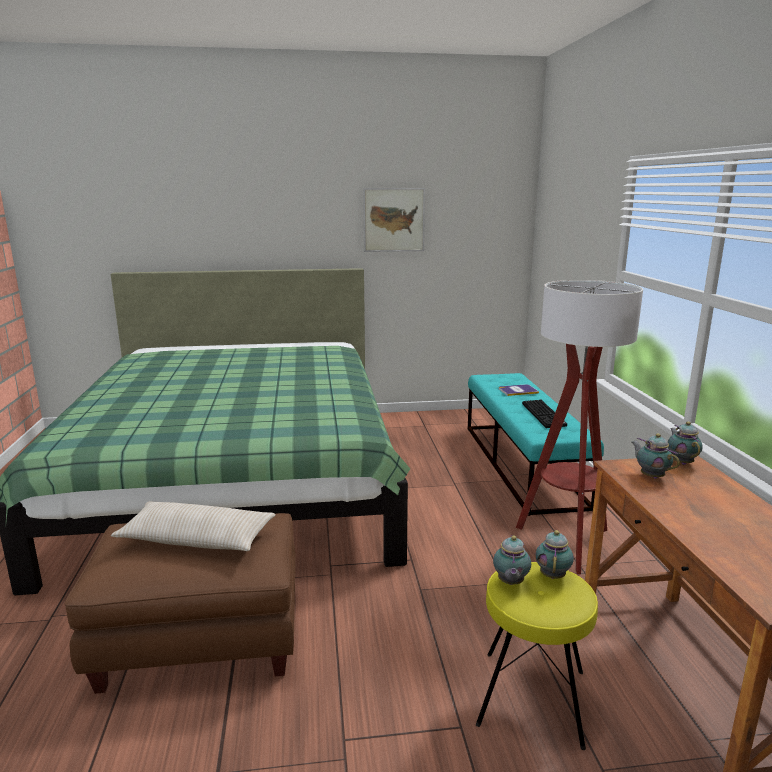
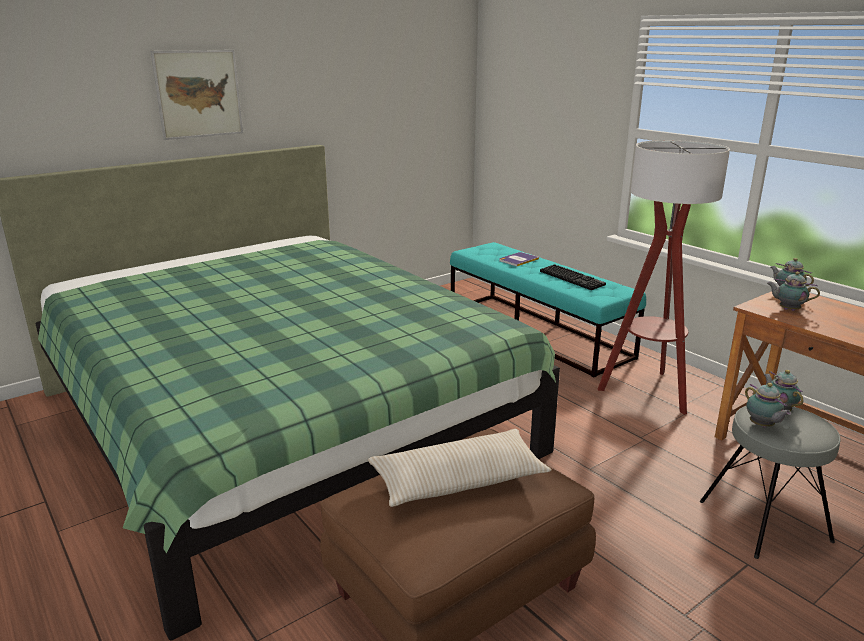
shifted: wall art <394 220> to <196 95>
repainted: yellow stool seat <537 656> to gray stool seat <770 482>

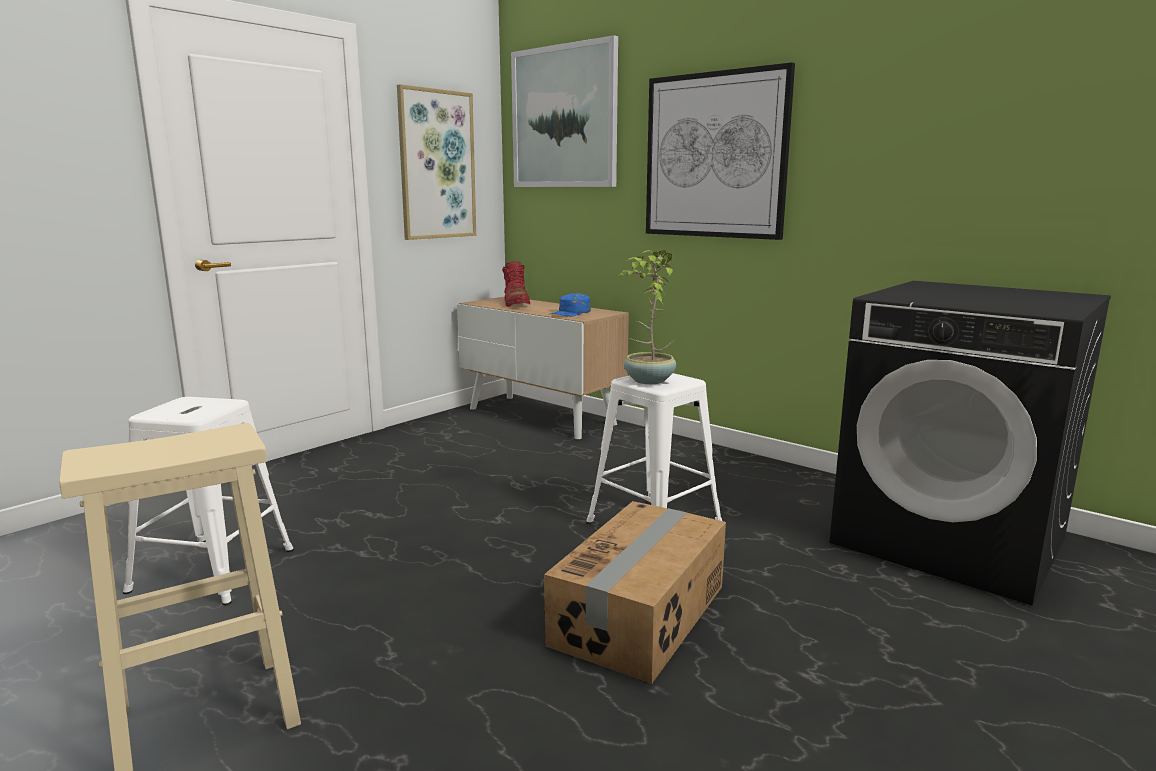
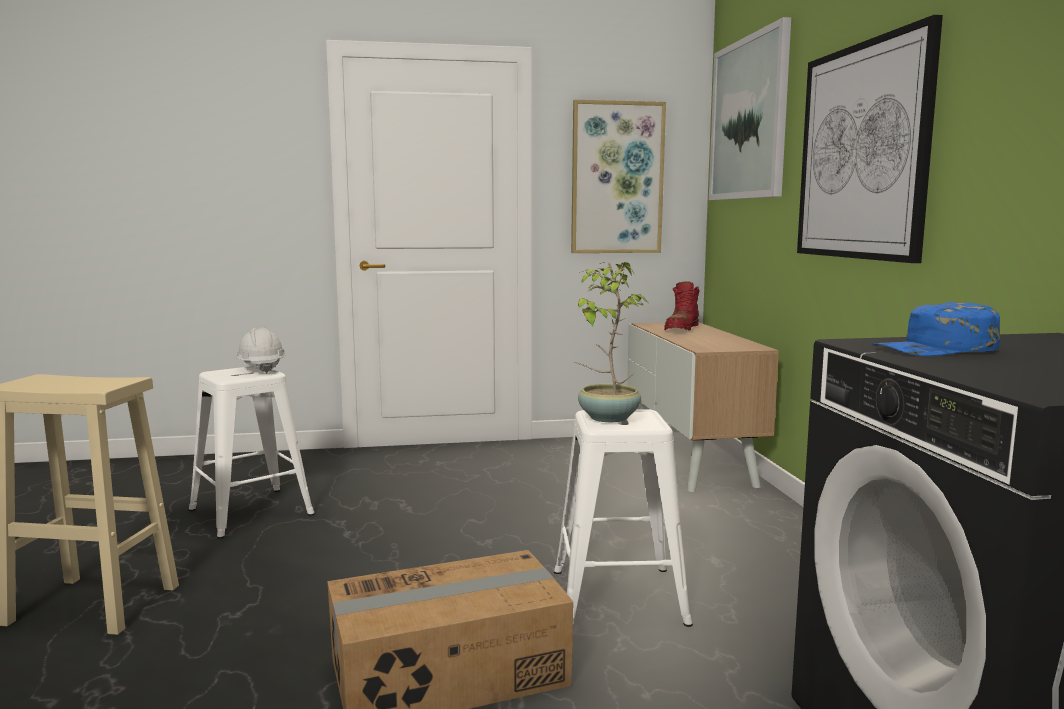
new: white hard hat <261 350>
shifted: blue baseball cap <571 305> to <936 329>

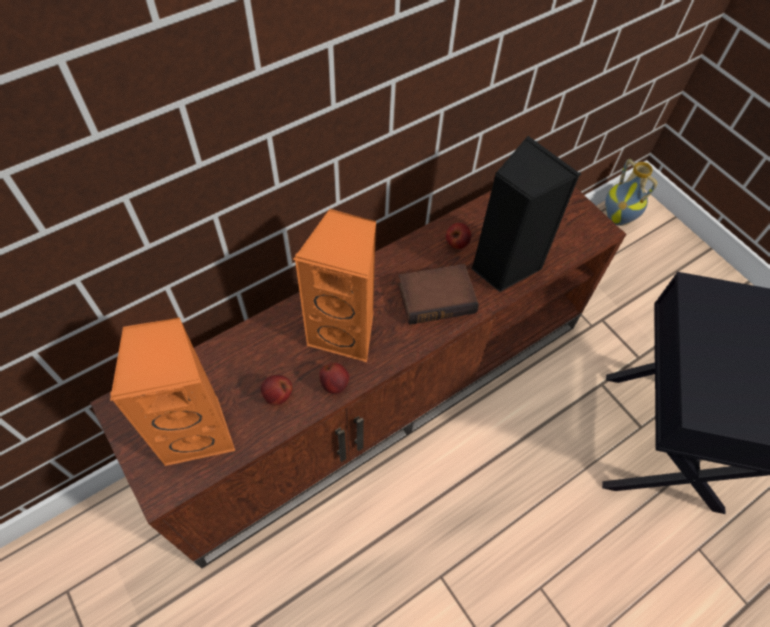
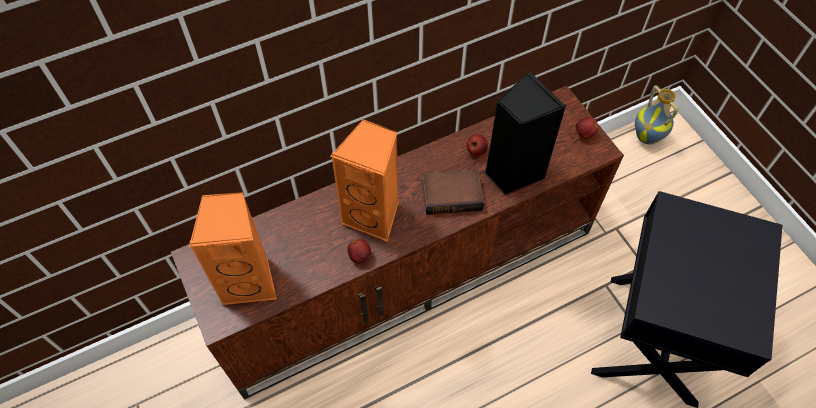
shifted: apple <276 390> to <587 128>

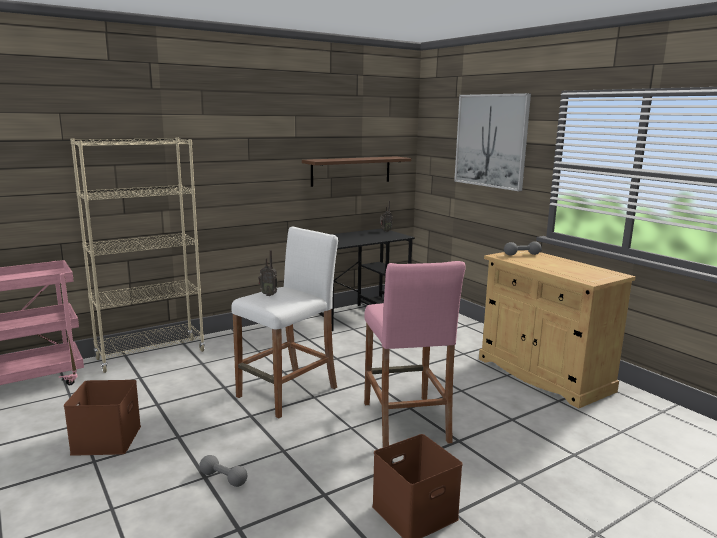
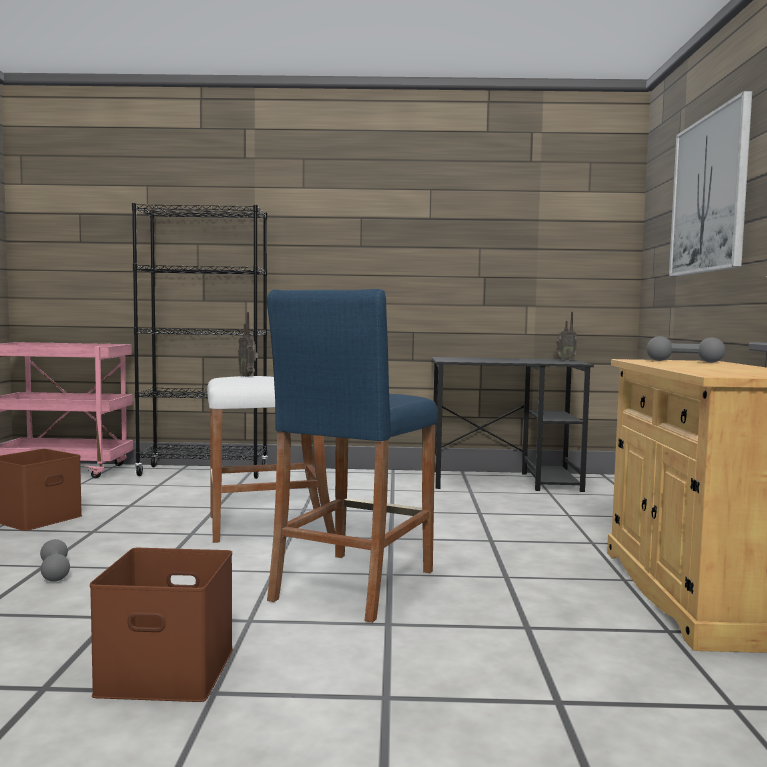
gone: brownish wall shelf <356 171>
repainted: beige bookshelf <137 255> to black-coloured bookshelf <200 341>; pinkish stool seat <414 354> to blue stool seat <352 456>

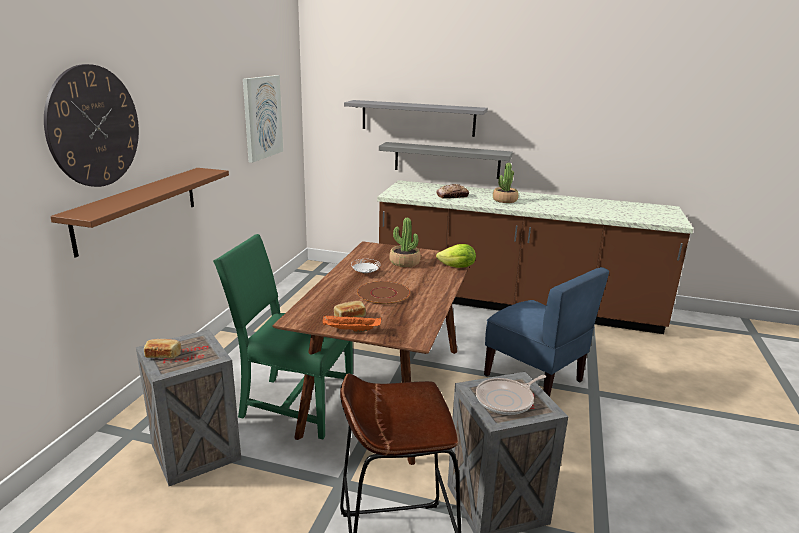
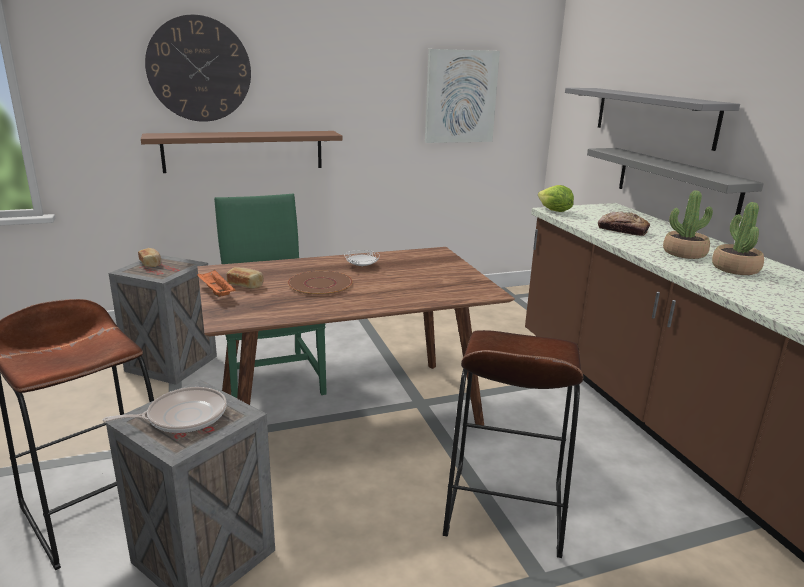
shifted: head of lettuce <456 256> to <556 198>; plant in a pot <405 242> to <738 238>
swapped: blue upright chair <546 332> to brownish stool seat <513 444>
rotated: pan <511 395> = <165 410> 135 degrees clockwise

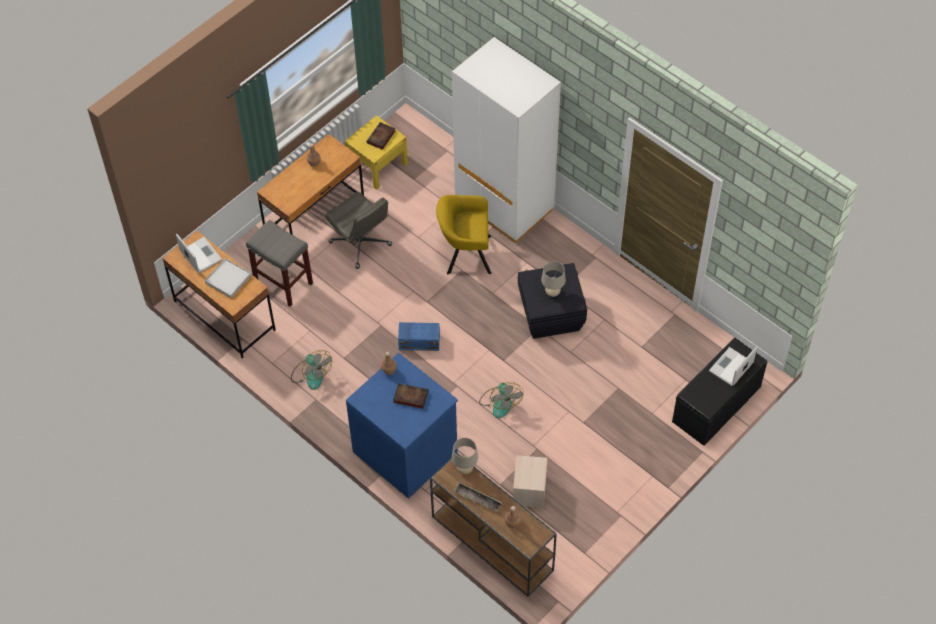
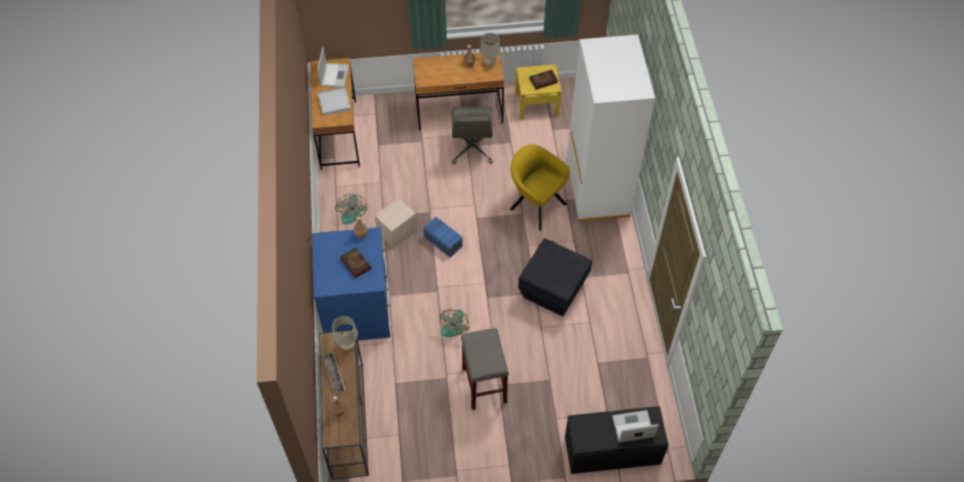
shifted: beige storage container <530 481> to <396 223>; gray stool seat <279 263> to <485 369>; beige tabletop lamp <553 279> to <490 50>

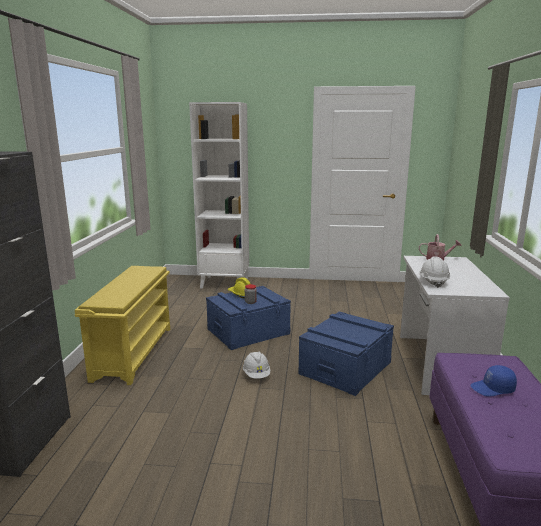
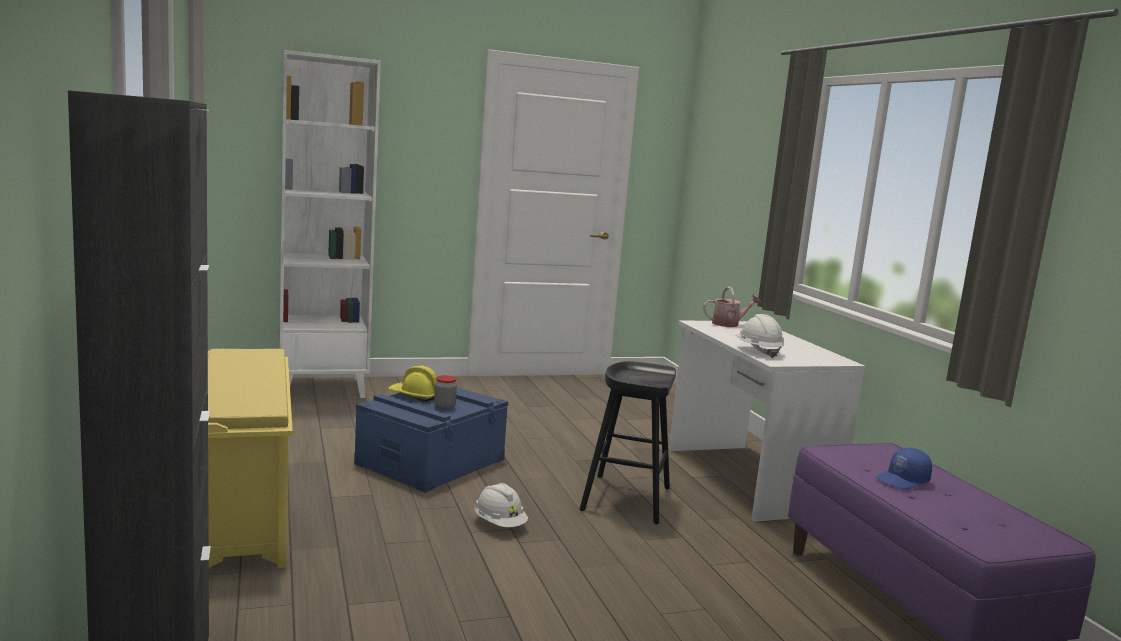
swapped: blue storage container <346 353> to black-coloured stool seat <628 442>

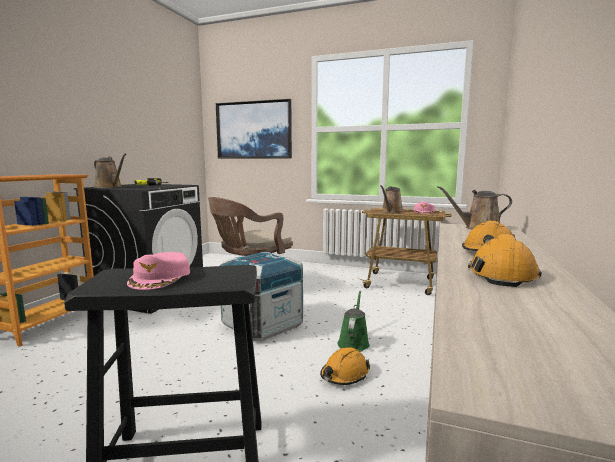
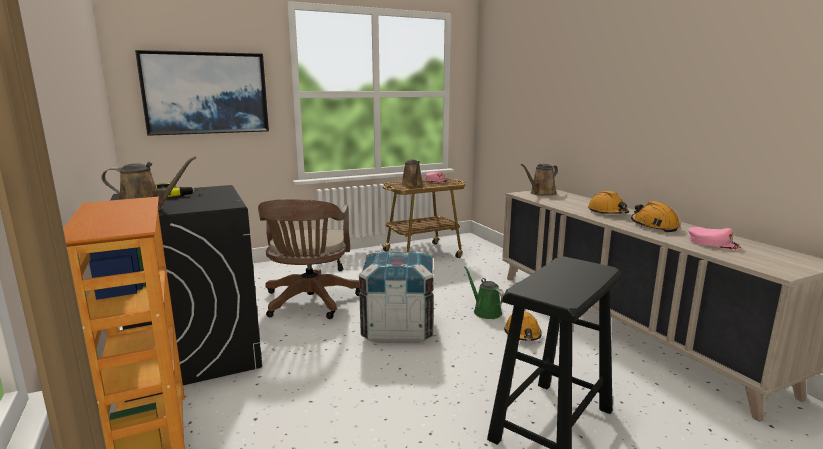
shifted: pinkish baseball cap <158 271> to <714 238>

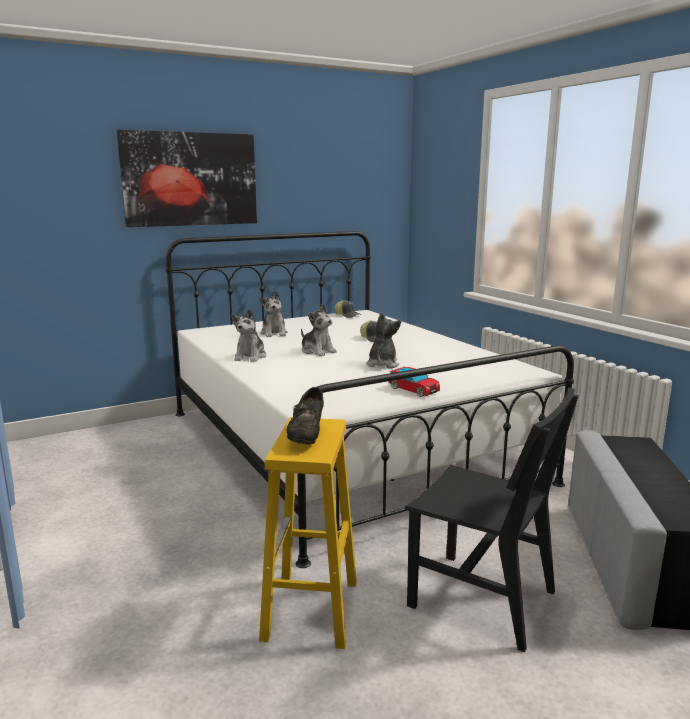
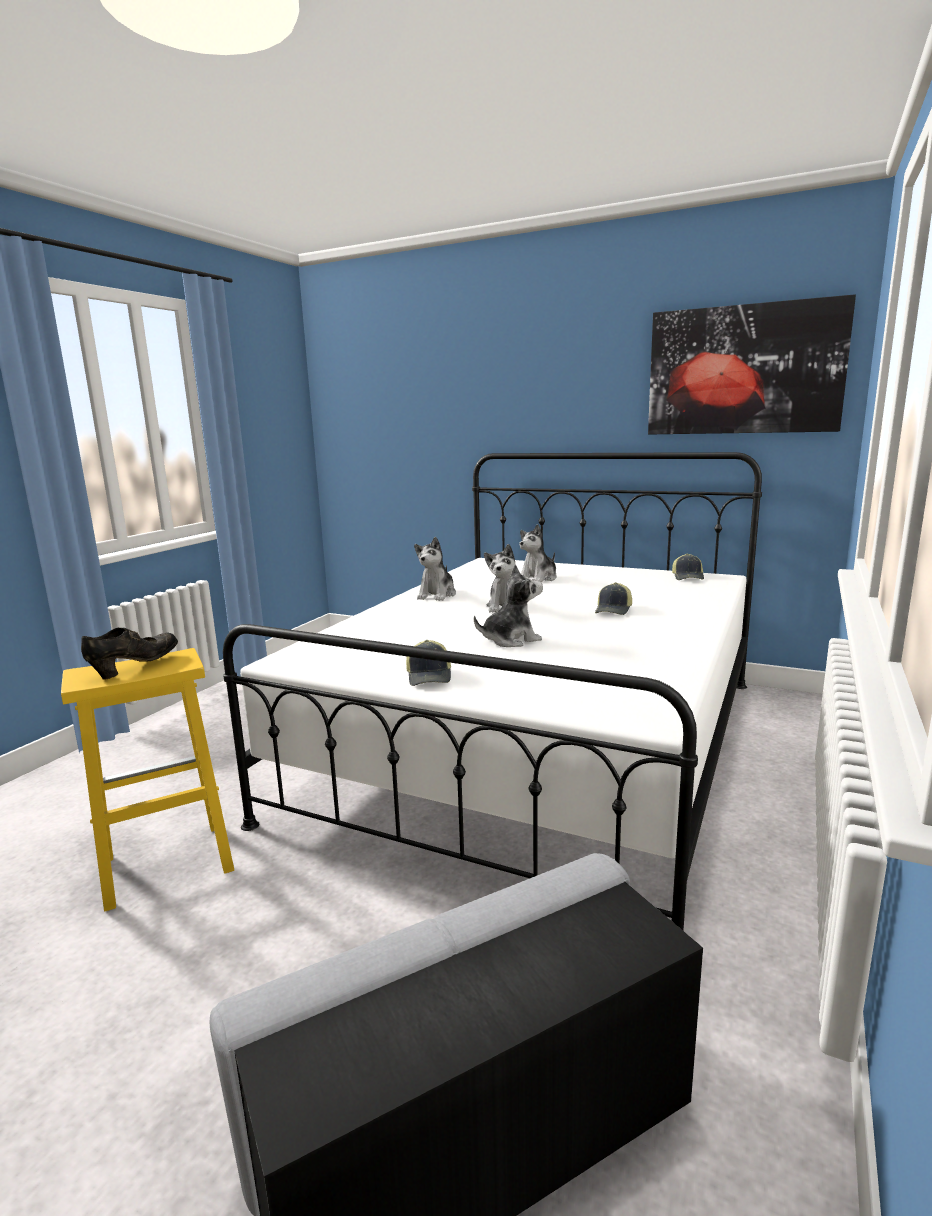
gone: black-coloured upright chair <492 519>
shifted: wall art <187 178> to <752 364>
swapped: model car <414 382> to baseball cap <428 663>
rotated: black-coloured item of footwear <305 416> = <129 654> 150 degrees clockwise; cuddly toy <248 335> = <435 569> 45 degrees counterclockwise

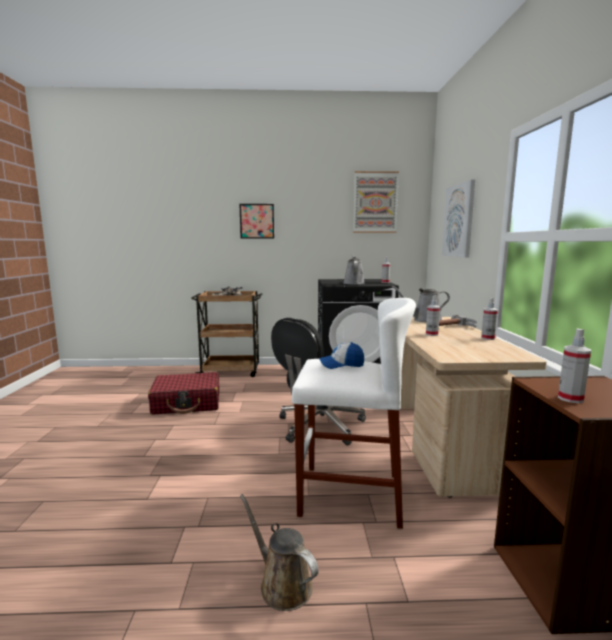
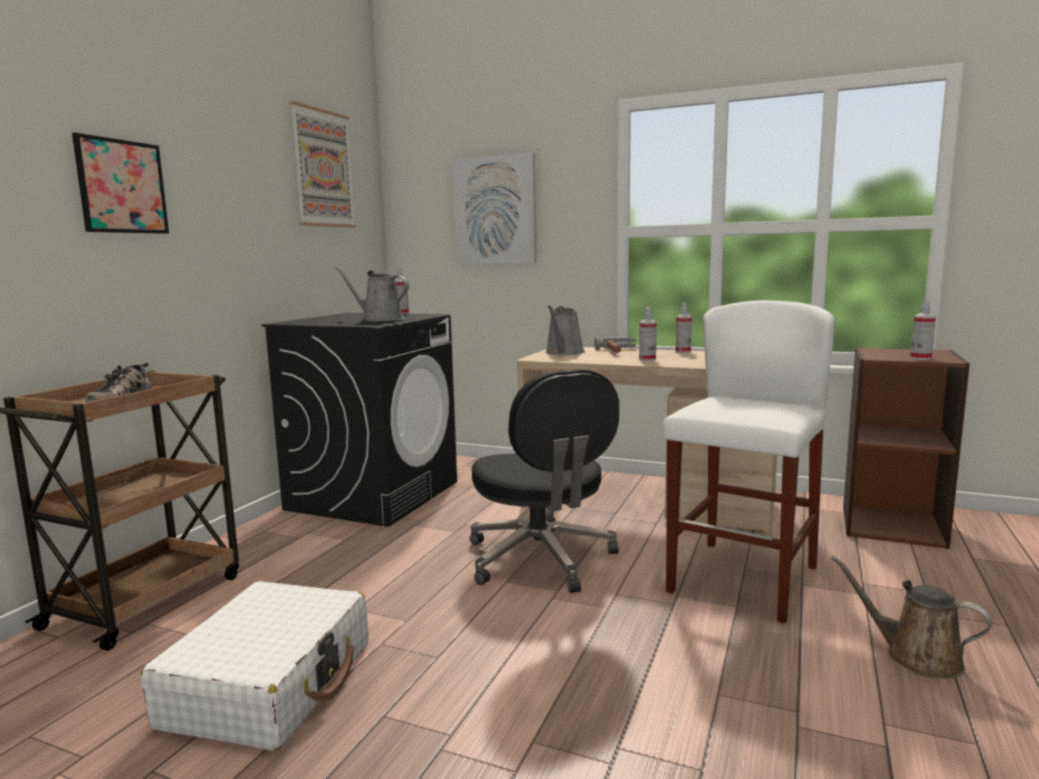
gone: baseball cap <341 355>
repainted: reddish piece of luggage <183 393> to white piece of luggage <254 666>
rotated: brownish watering pot <279 552> = <911 617> 60 degrees clockwise

